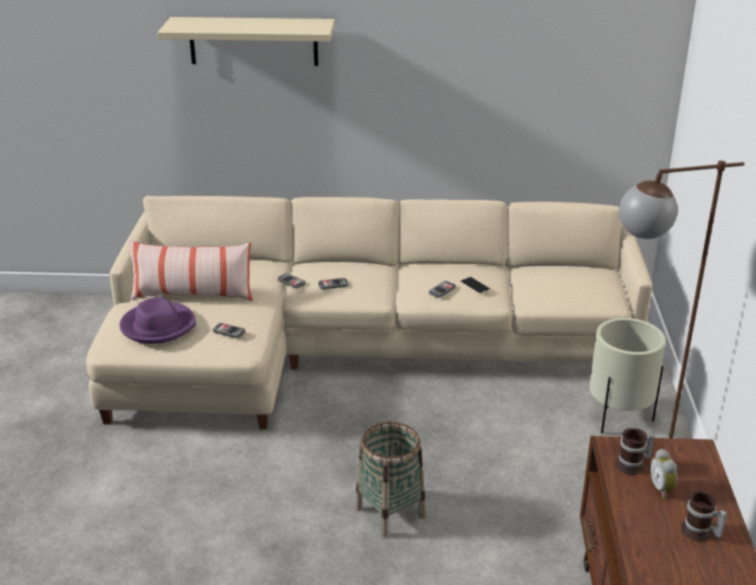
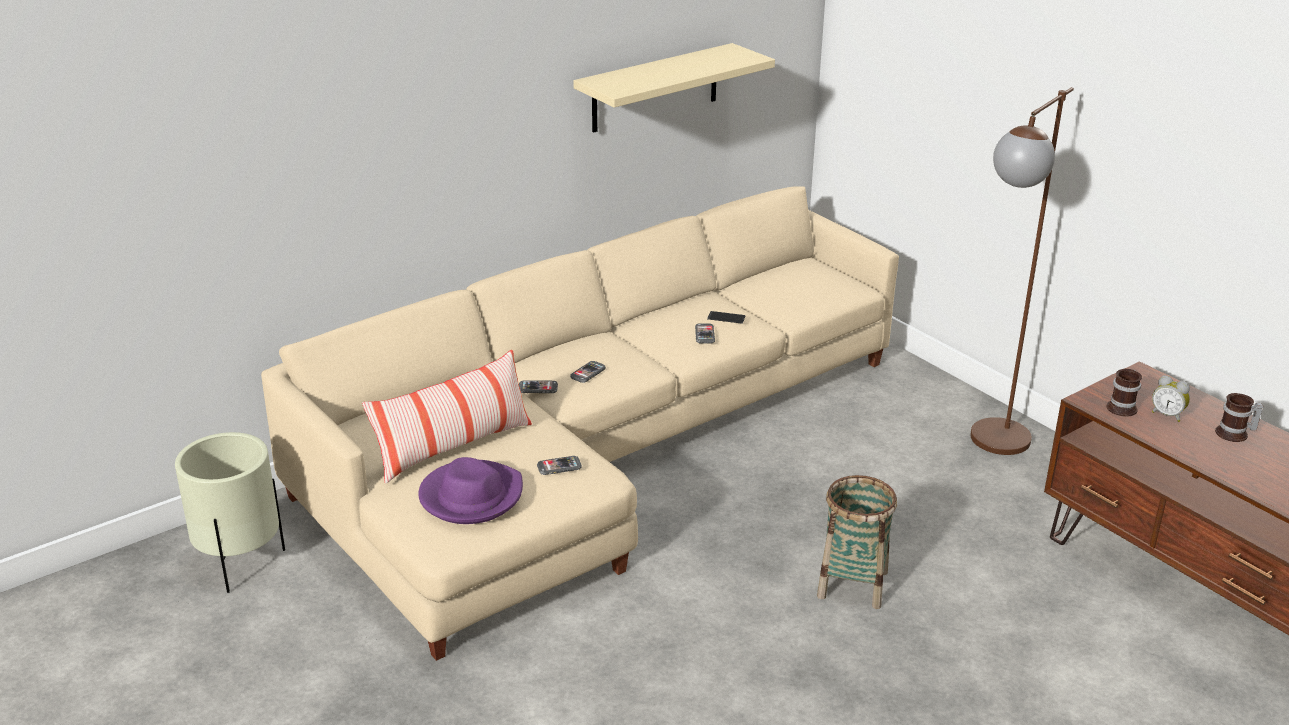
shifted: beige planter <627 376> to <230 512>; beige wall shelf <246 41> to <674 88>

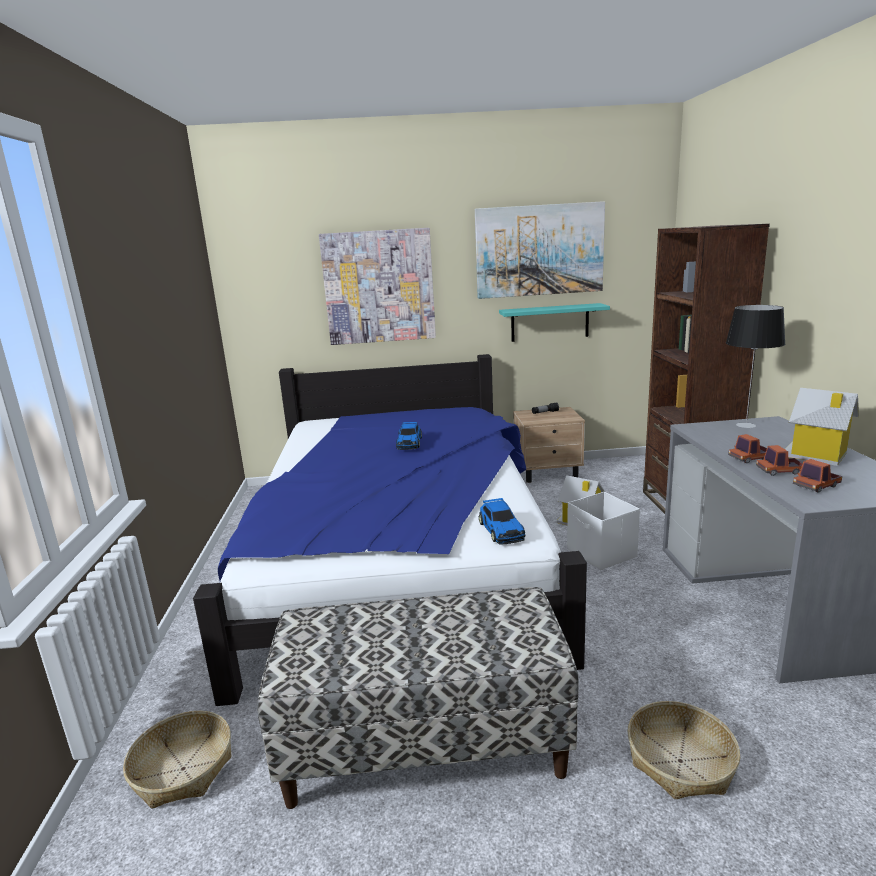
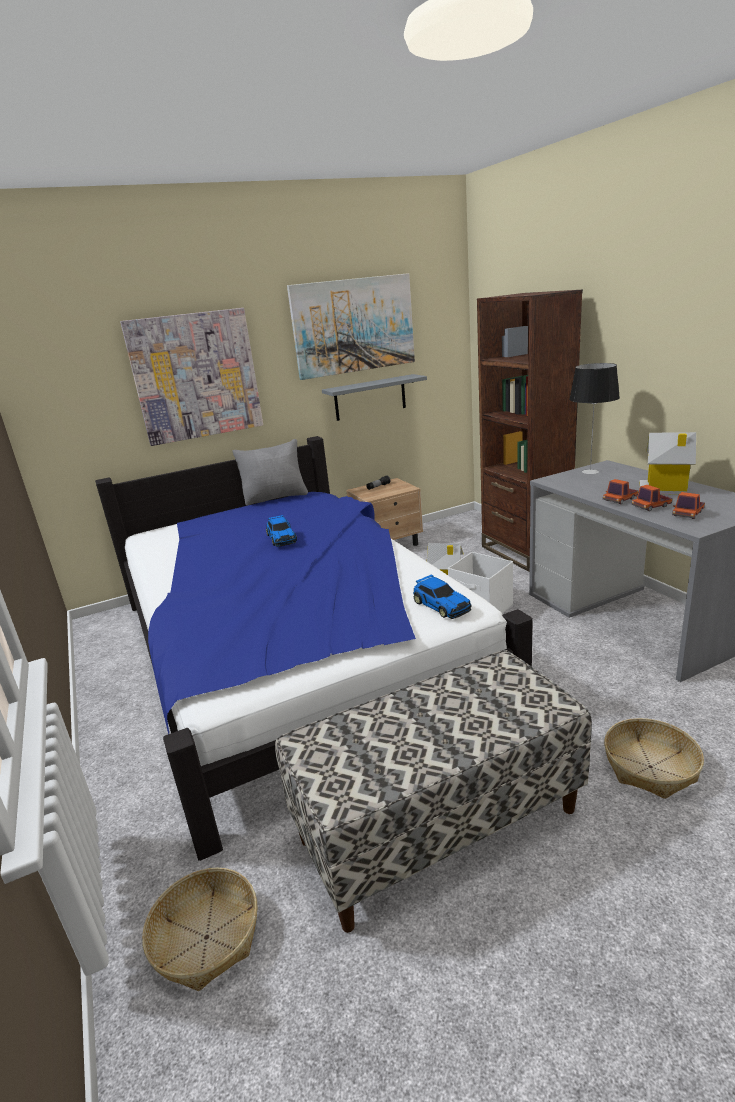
new: gray throw pillow <270 472>
repainted: turquoise wall shelf <554 322> to gray wall shelf <374 397>

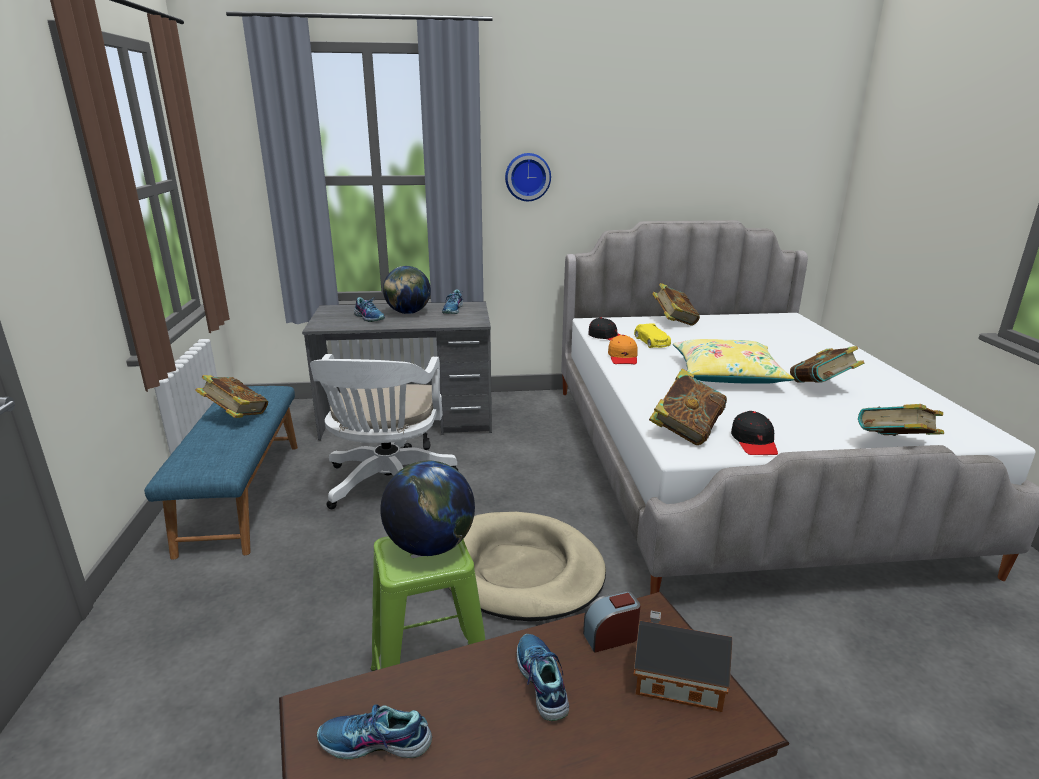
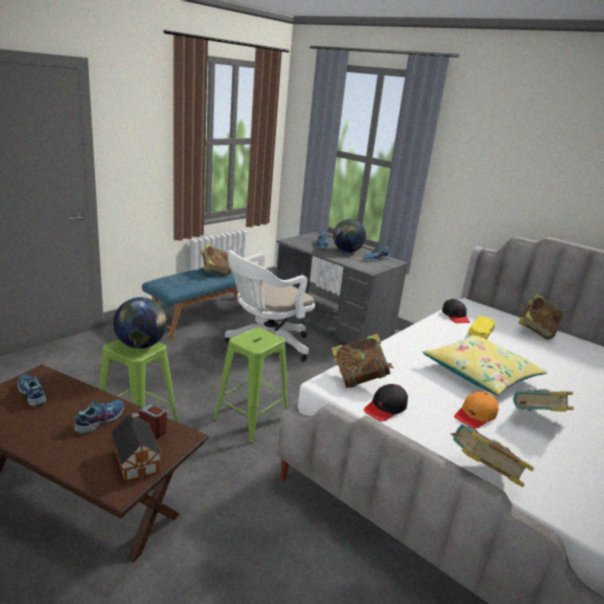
gone: hanging clock <528 177>
shifted: orange-coloured baseball cap <623 350> to <476 410>
swapped: beige pet bed <527 566> to green-coloured stool seat <250 385>

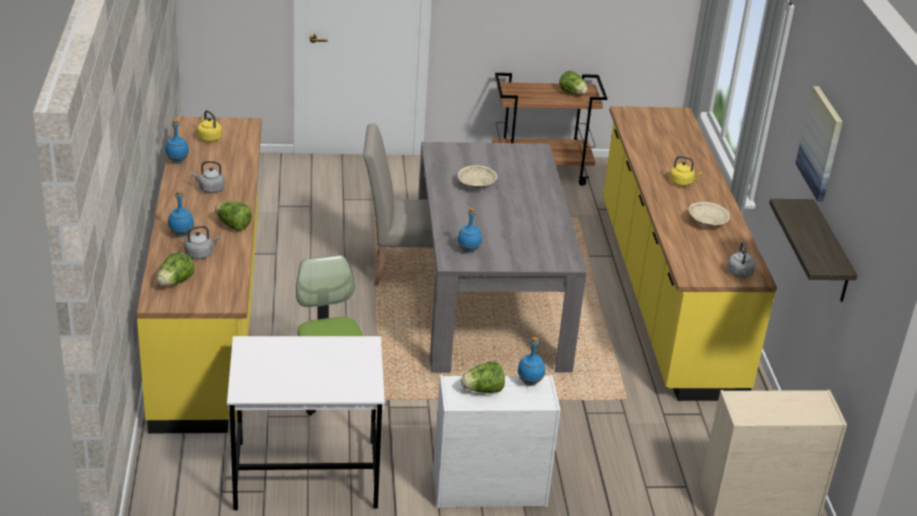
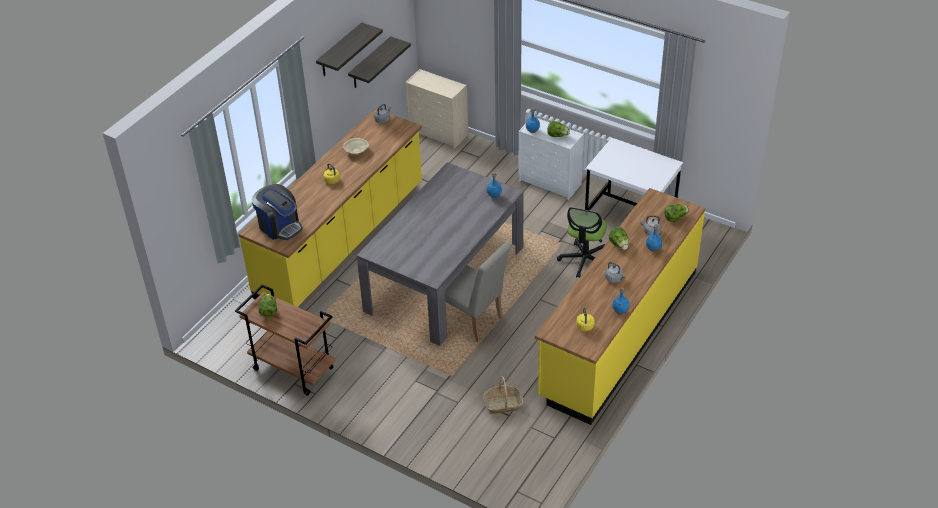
gone: beige bowl <477 176>
new: coffee machine <277 212>; household basket <503 395>
swapped: wall art <819 143> to wall shelf <349 49>

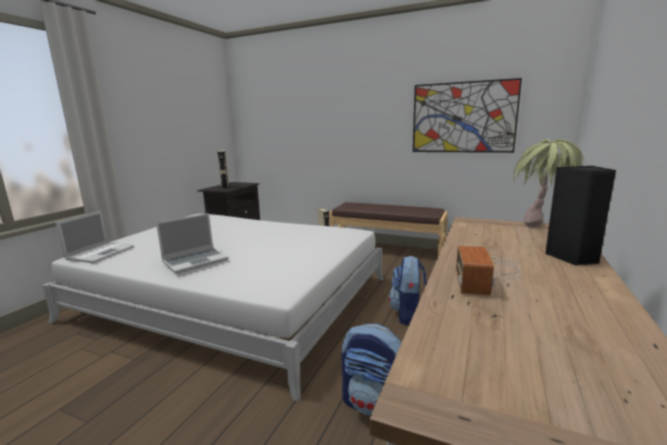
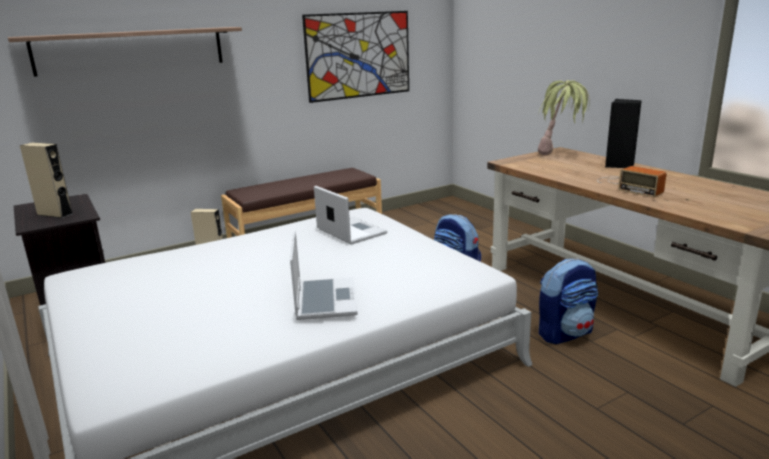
new: wall shelf <125 52>
shifted: portable computer <95 237> to <350 215>

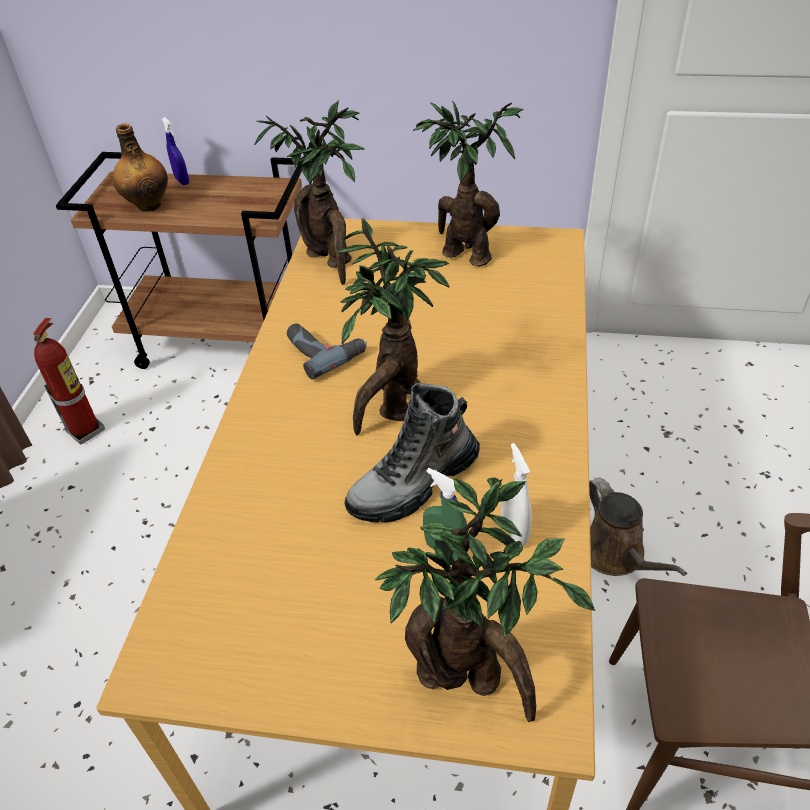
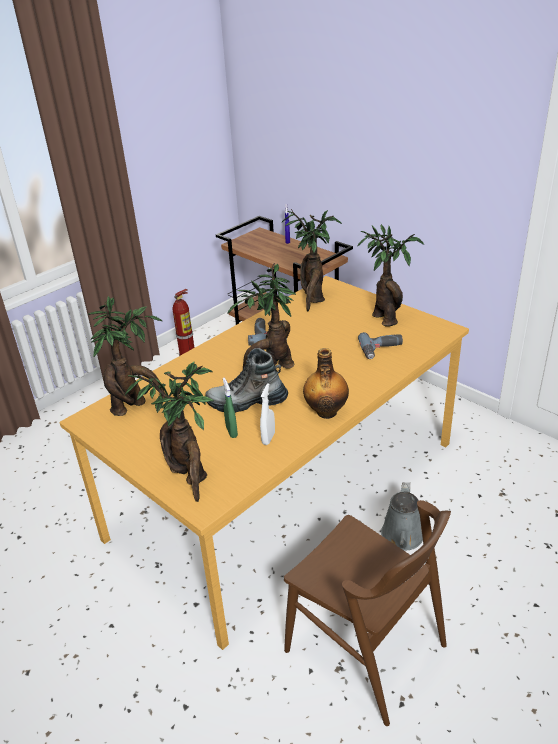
new: plant in a pot <126 356>; power drill <380 345>
shifted: beverage bottle <140 167> to <326 383>
repainted: brownish watering pot <638 526> to gray watering pot <402 516>

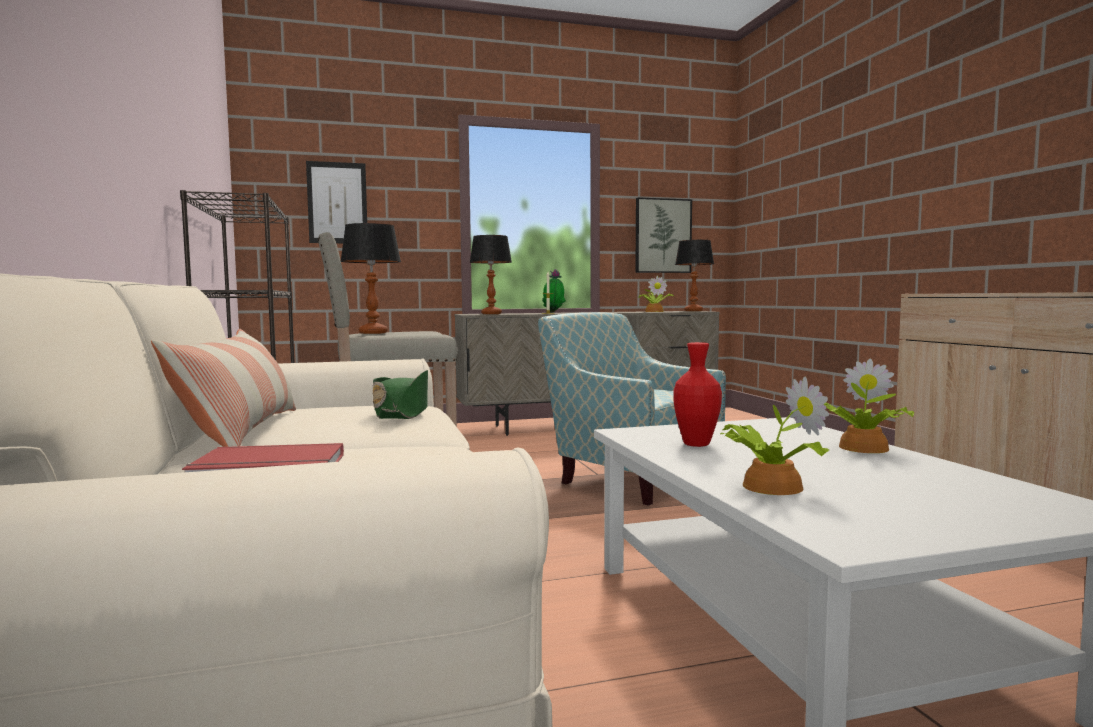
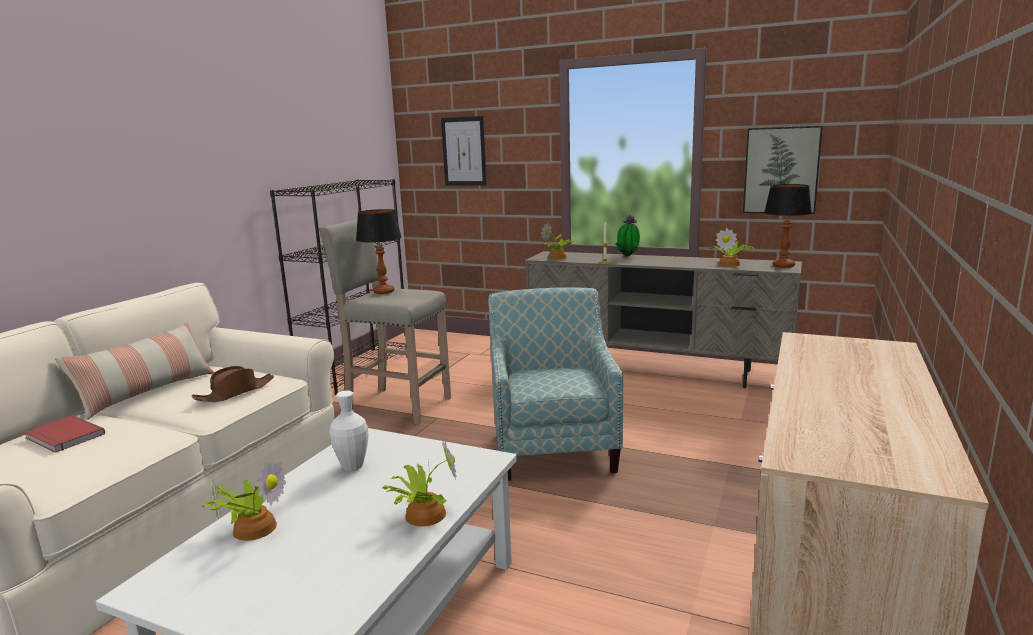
swapped: tabletop lamp <491 274> to plant in a pot <559 241>
repainted: green-coloured wearable hat <400 394> to brownish wearable hat <233 384>; reddish decorative vase <697 394> to white decorative vase <348 431>

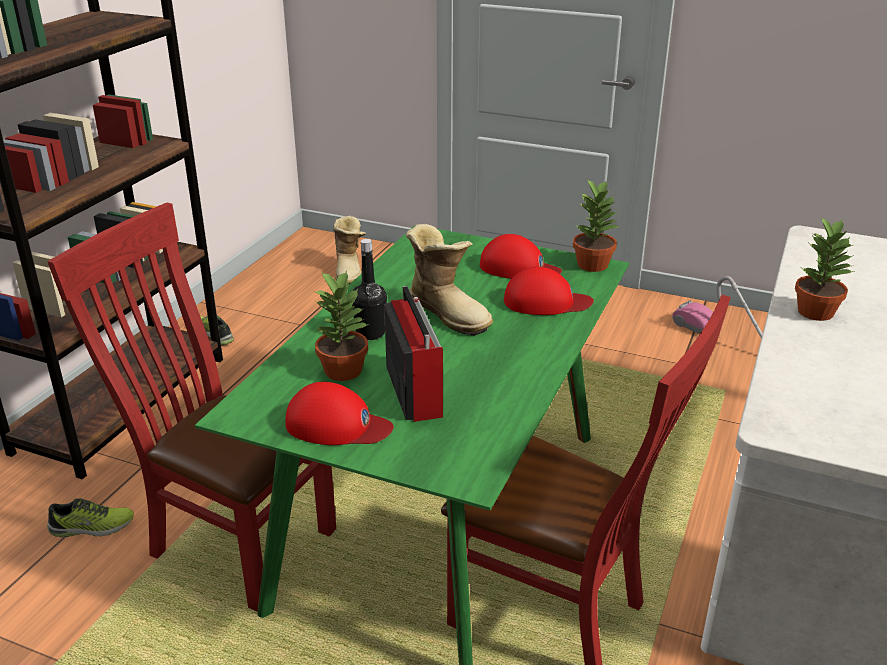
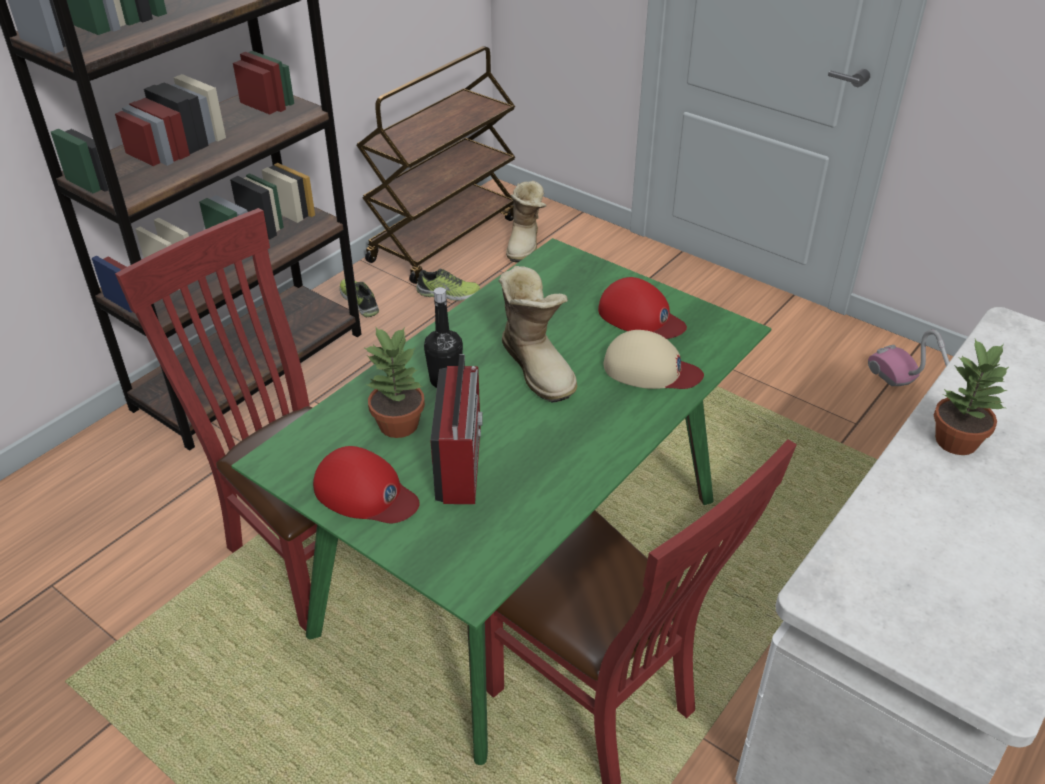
gone: plant in a pot <596 225>
new: brownish wheeled cart <436 165>
shifted: item of footwear <90 517> to <448 285>
repainted: reddish baseball cap <549 291> to beige baseball cap <654 359>

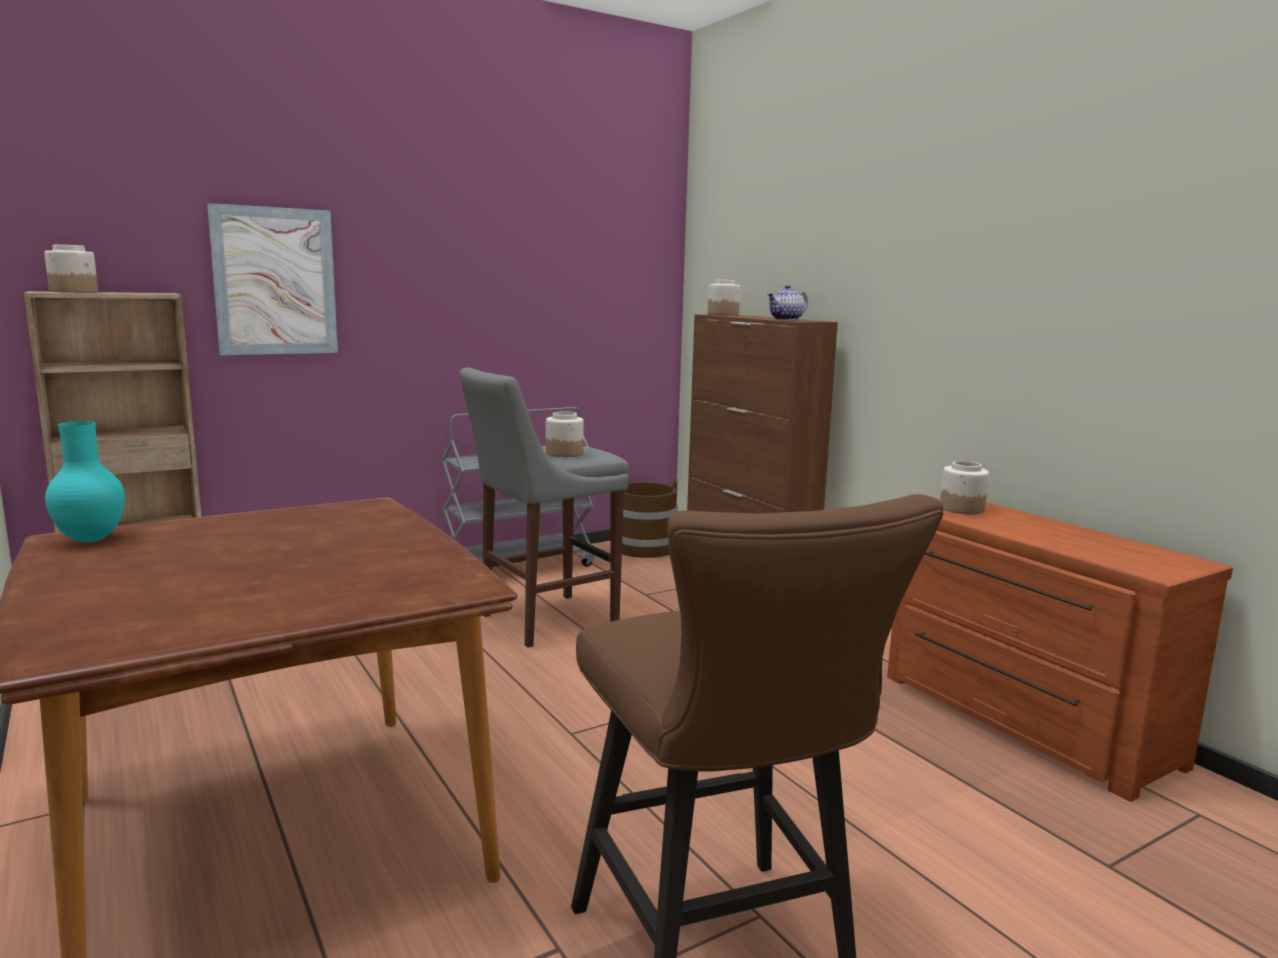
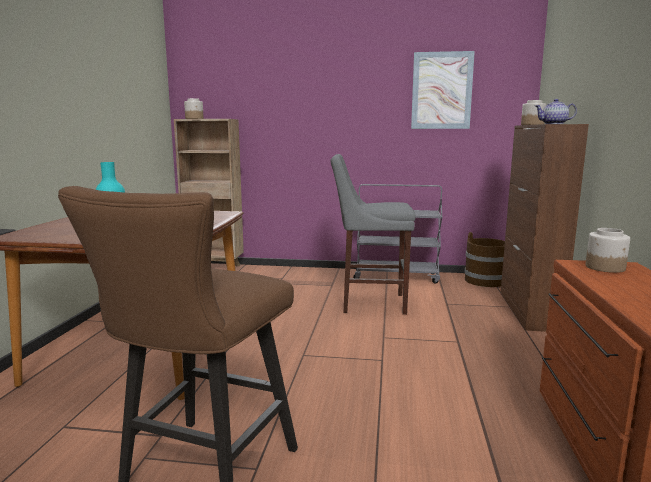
gone: jar <565 434>
shifted: wall art <272 279> to <443 90>

